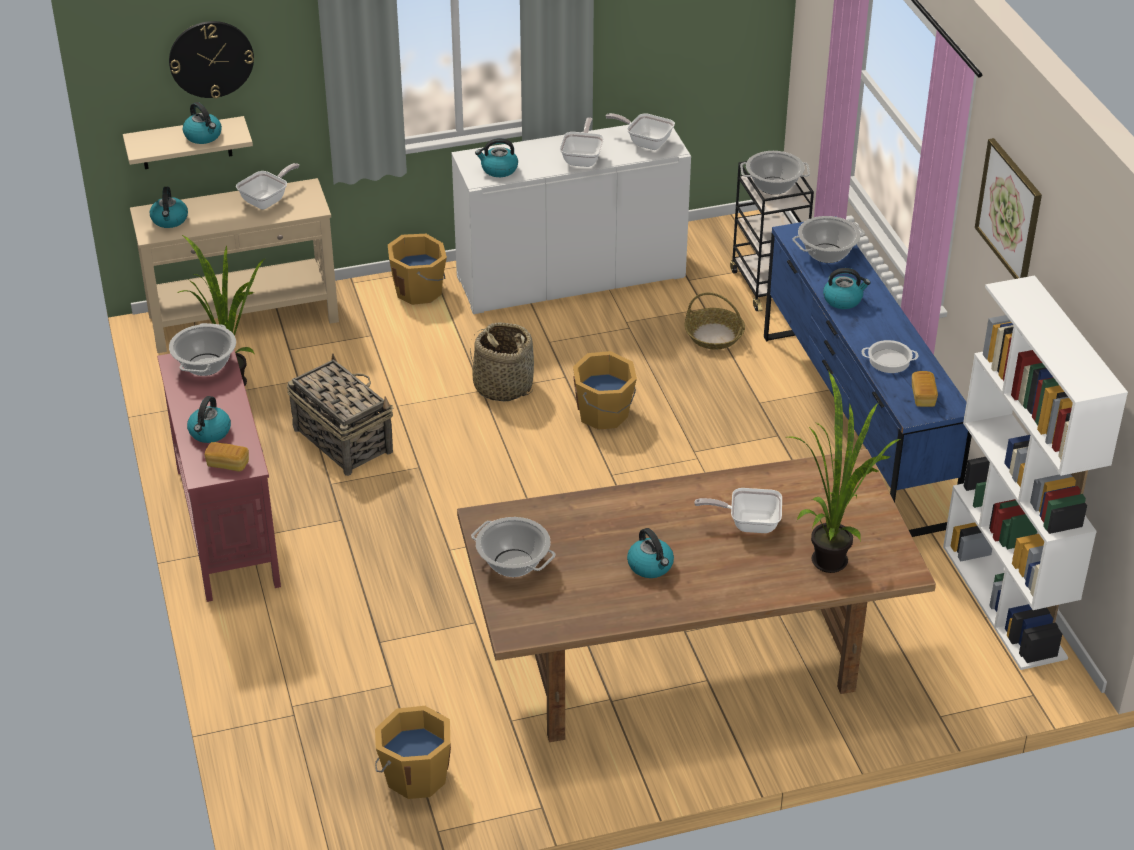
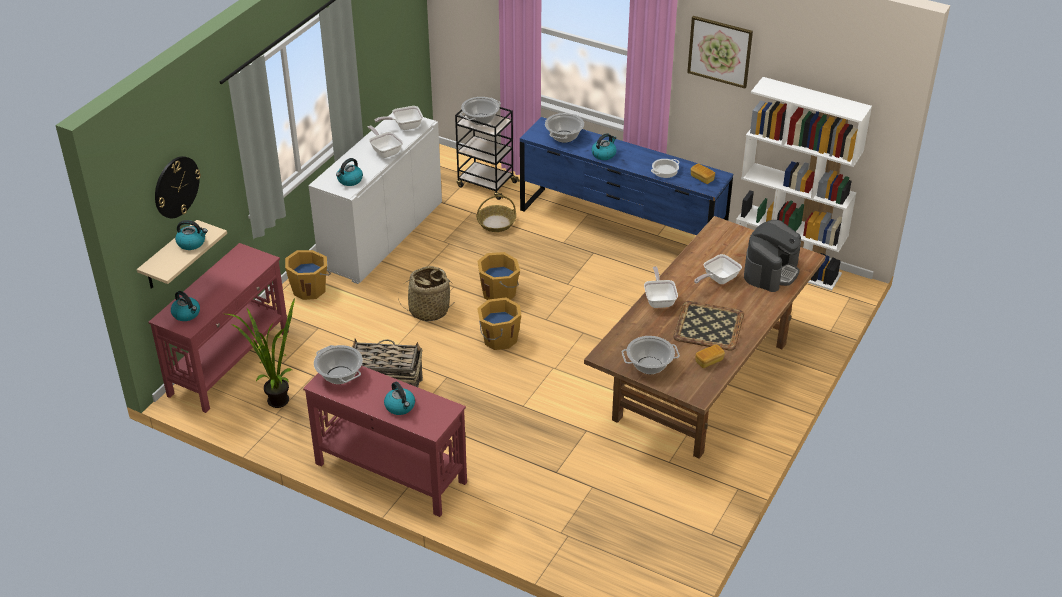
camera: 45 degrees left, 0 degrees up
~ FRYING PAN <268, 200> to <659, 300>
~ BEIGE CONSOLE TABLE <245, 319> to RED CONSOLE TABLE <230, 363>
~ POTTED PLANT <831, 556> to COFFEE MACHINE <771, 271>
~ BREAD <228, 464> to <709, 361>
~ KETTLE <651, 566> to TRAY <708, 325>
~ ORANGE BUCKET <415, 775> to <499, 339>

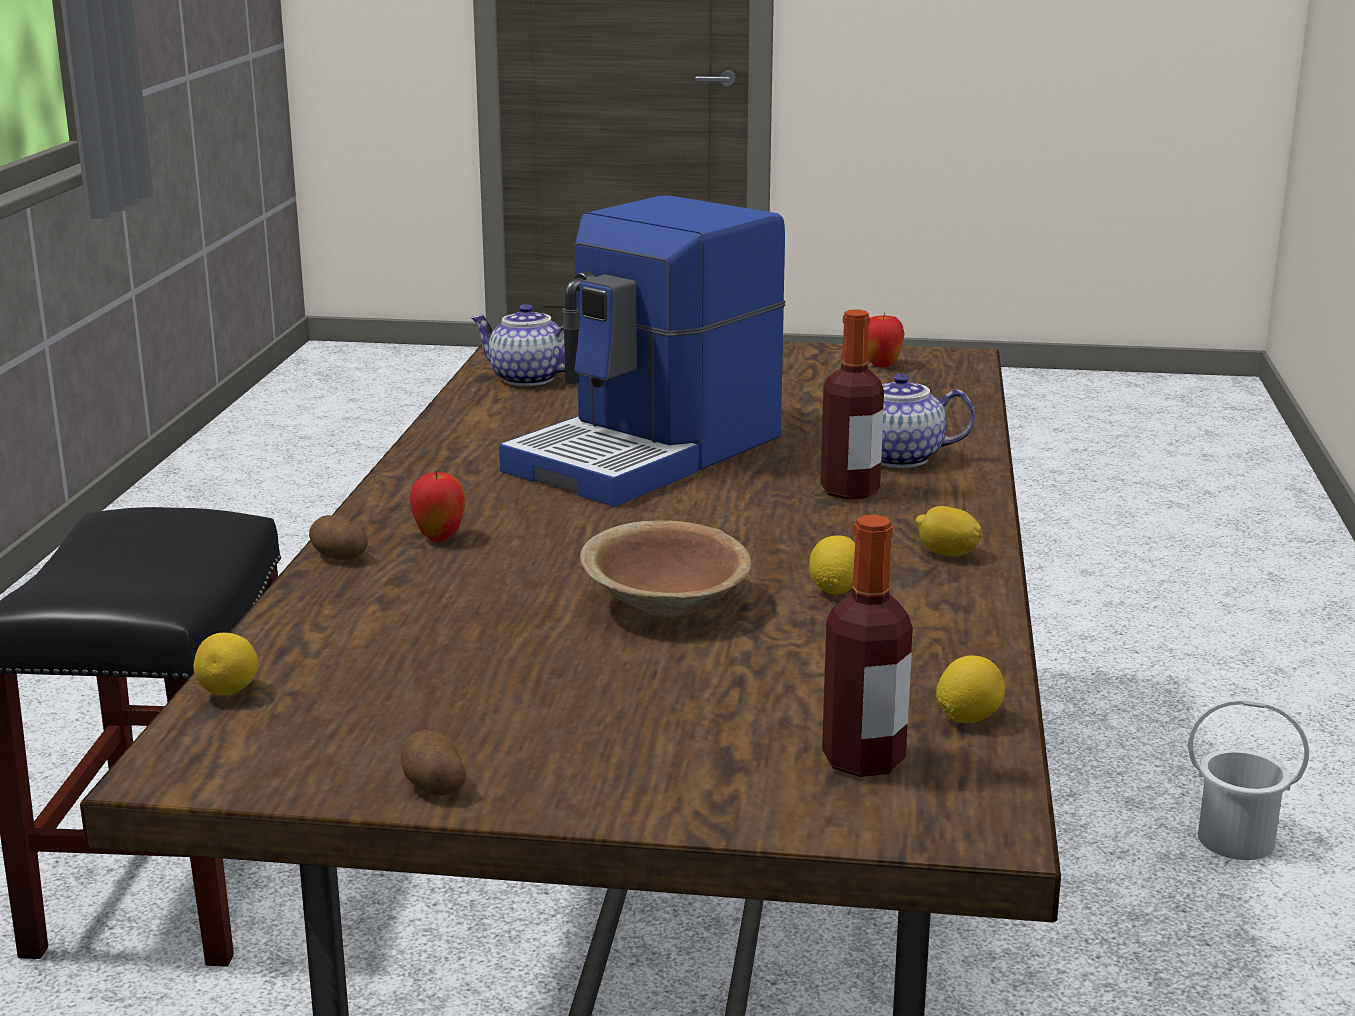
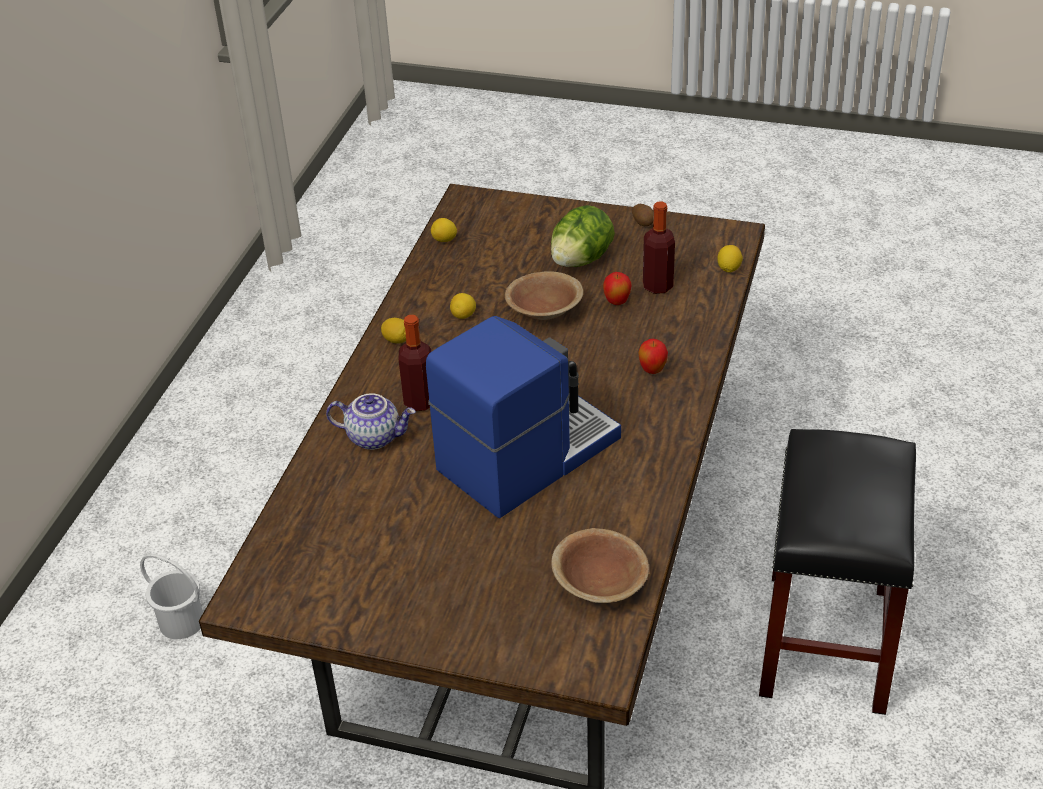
camera: 170 degrees left, 20 degrees up
~ TEAPOT <526, 379> to BROWN BOWL <600, 583>
~ APPLE <881, 365> to <617, 302>
~ BOTTLE <863, 760> to <657, 286>
- POTATO <337, 556>
+ LETTUCE <581, 260>

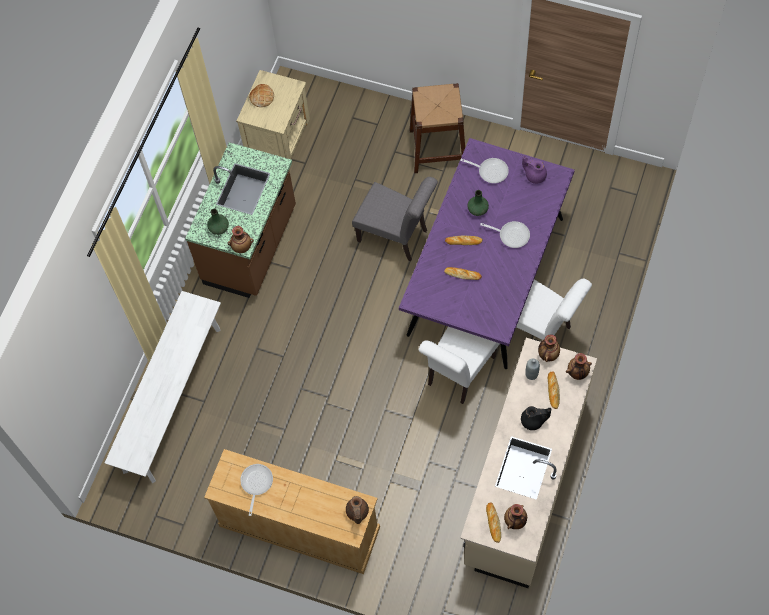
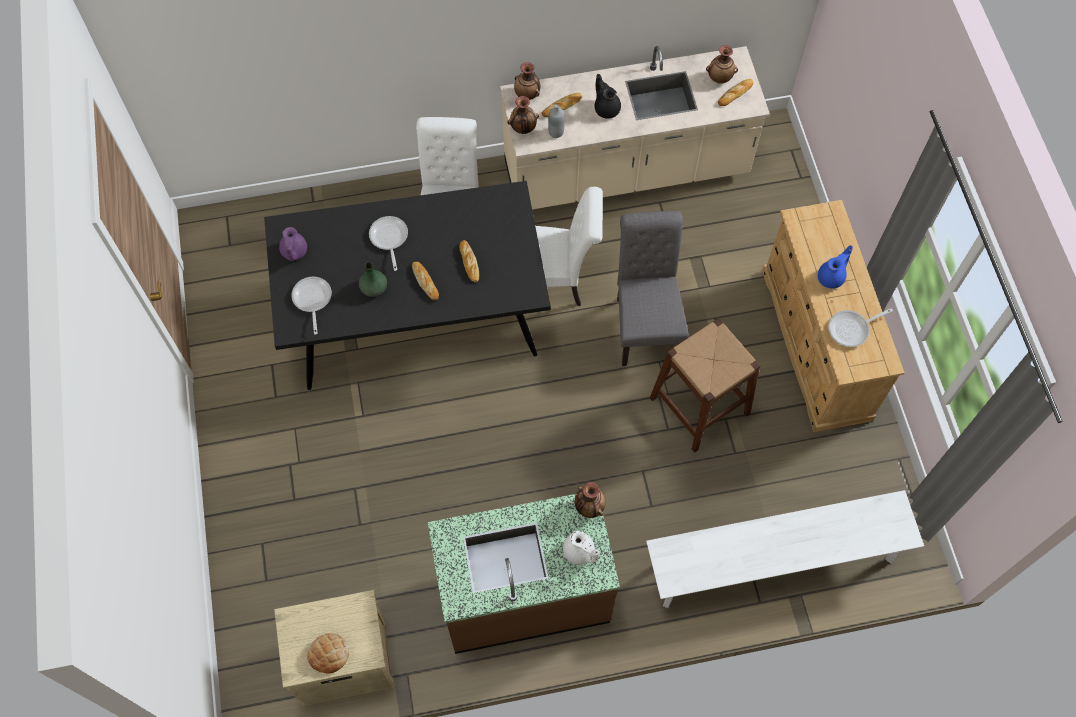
camera: 125 degrees left, 0 degrees up
~ BROWN STOOL <438, 148> to <699, 405>
~ PURPLE DINING TABLE <485, 275> to BLACK DINING TABLE <414, 314>
~ GREY CHAIR <397, 237> to <645, 324>
~ GREEN VASE <218, 228> to WHITE TEAPOT <579, 552>
- BROWN TEAPOT <357, 512>
+ BLUE TEAPOT <832, 277>

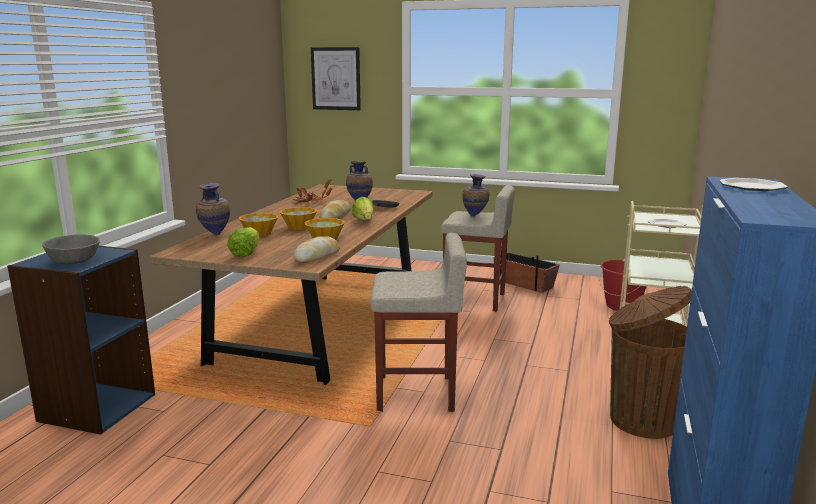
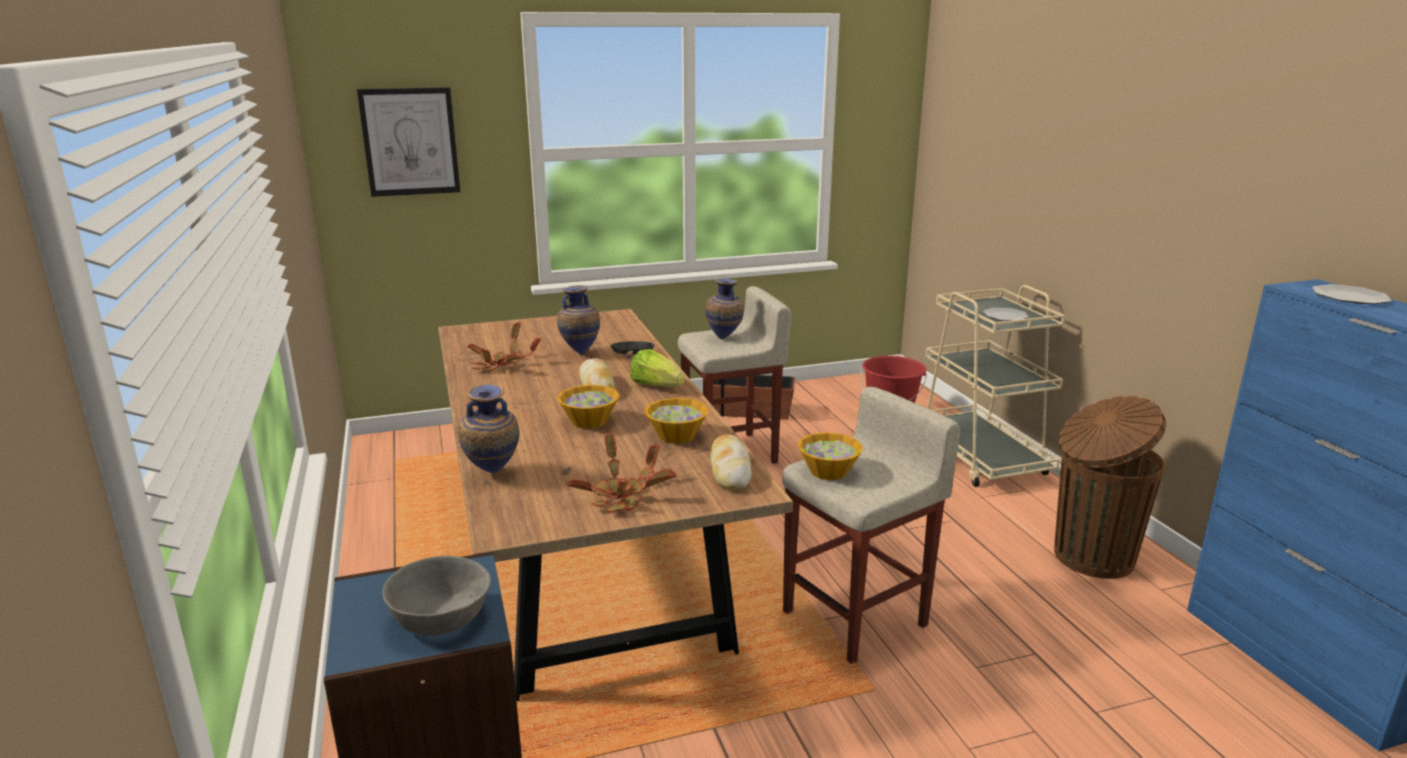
camera: 35 degrees left, 5 degrees up
~ BOWL <259, 233> to <829, 472>
~ LETTUCE <246, 253> to POTTED PLANT <621, 496>

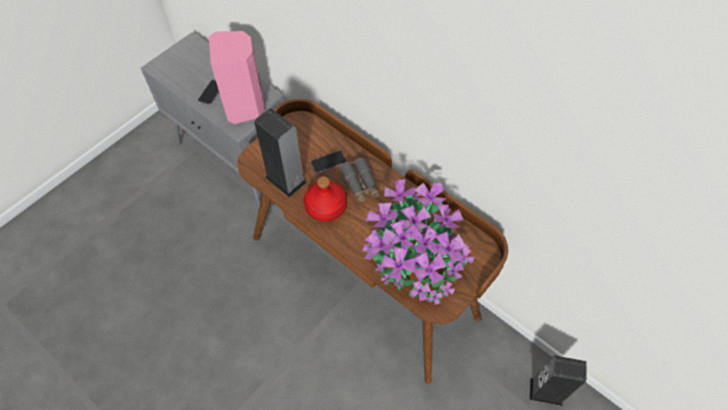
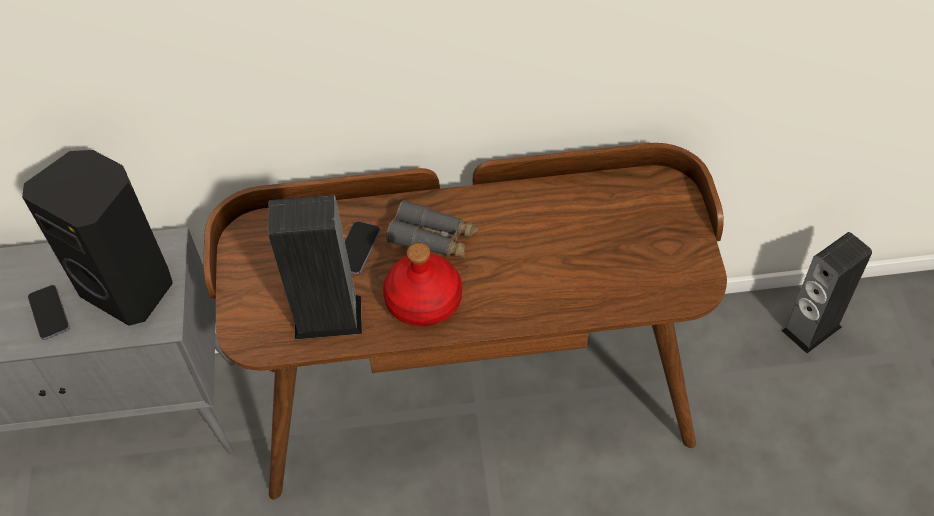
camera: 45 degrees left, 5 degrees down
~ PINK SPEAKER <245, 107> to BLACK SPEAKER <130, 287>
- POTTED PLANT <414, 259>

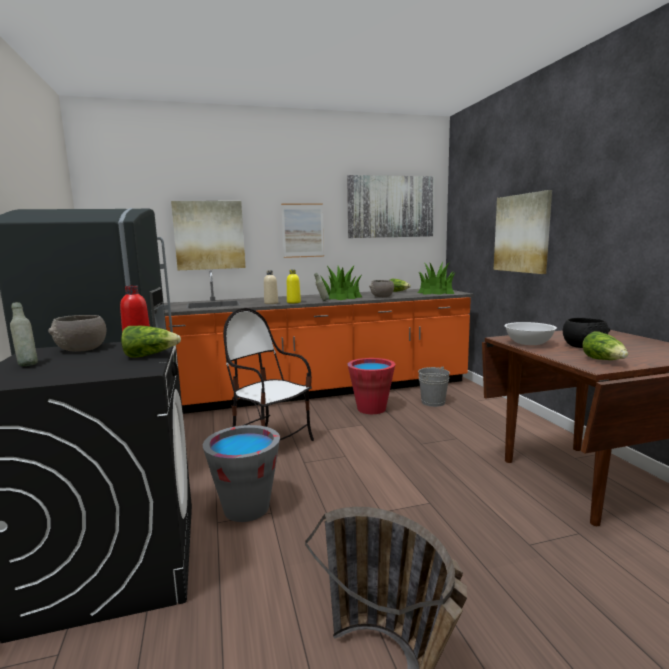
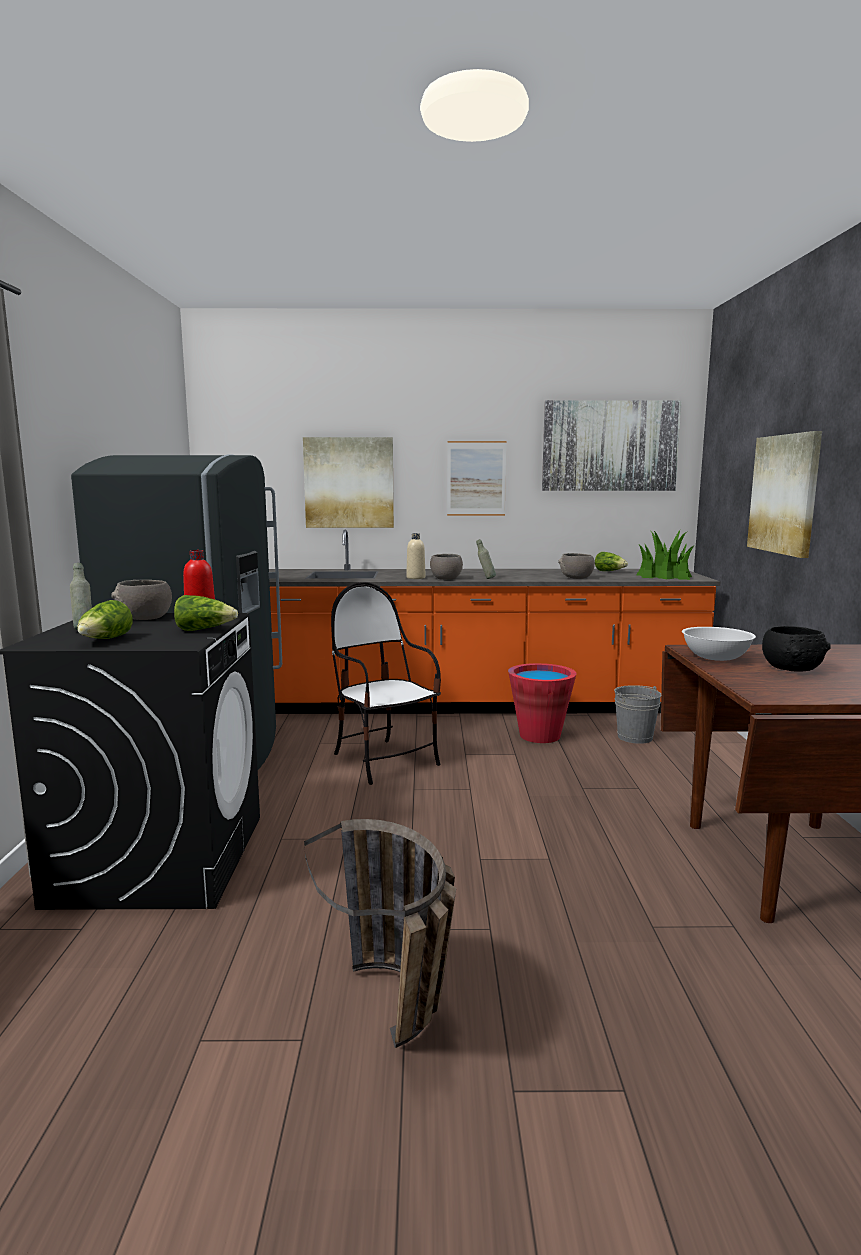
camera: 15 degrees right, 0 degrees up
- POTTED PLANT <341, 297>
~ YELLOW BOTTLE <293, 302> to GREY BOWL <446, 578>
~ LETTUCE <604, 361> to <105, 640>
- GREY BUCKET <246, 508>

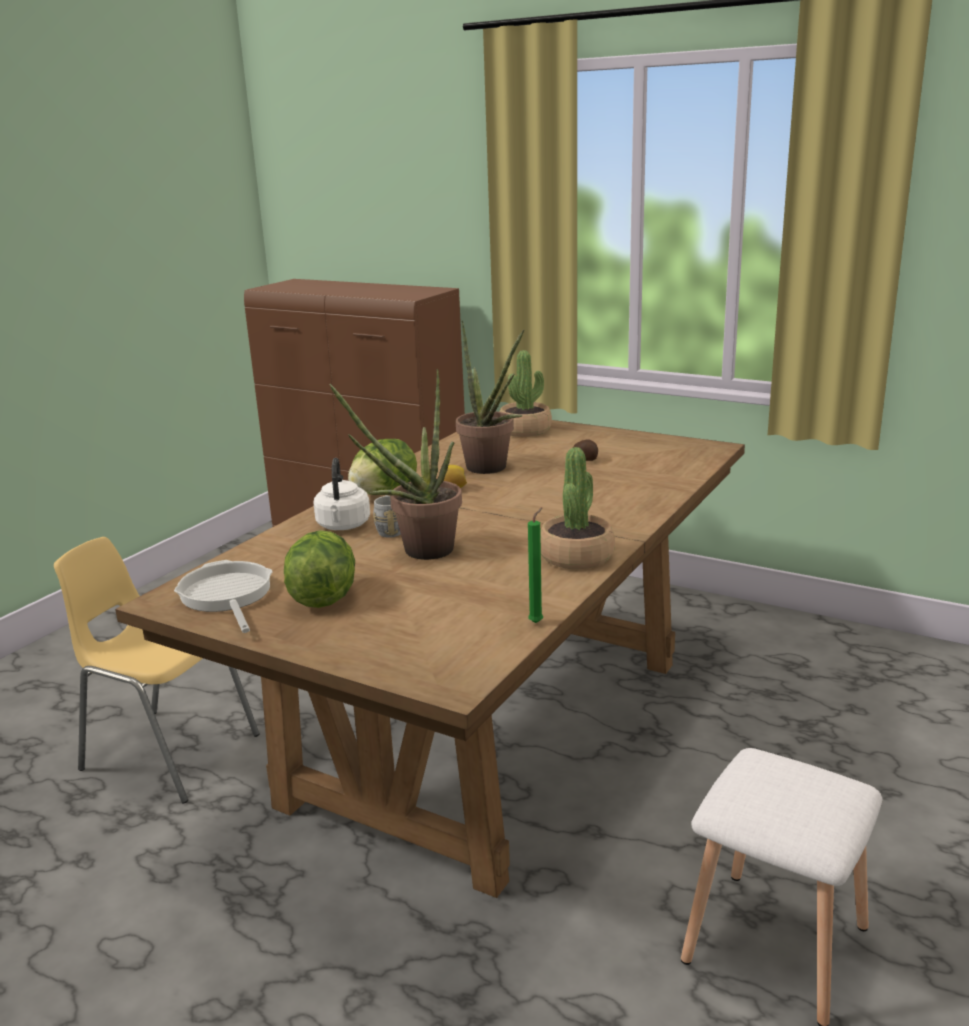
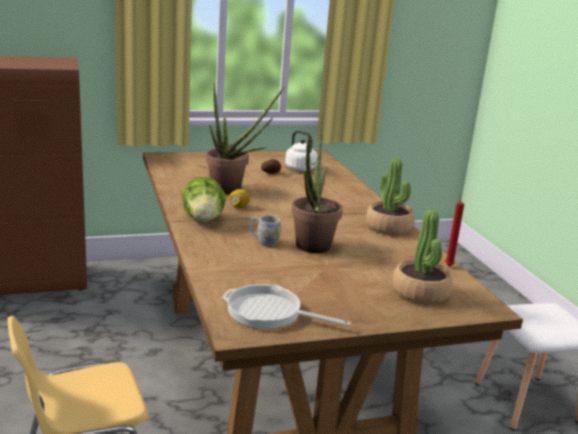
camera: 50 degrees left, 0 degrees up
~ POTTED PLANT <525, 430> to <420, 293>
~ WHITE KETTLE <343, 526> to <302, 169>
~ GREEN CANDLE <537, 622> to RED CANDLE <448, 265>
- LETTUCE <323, 597>

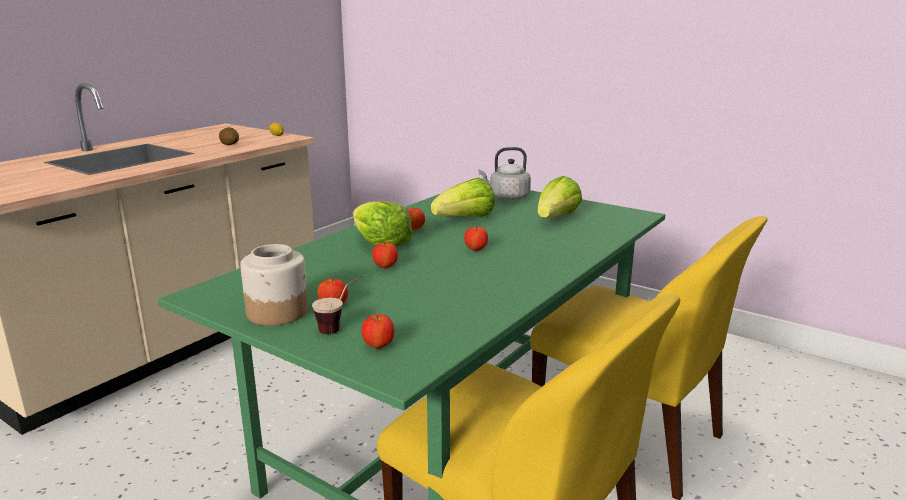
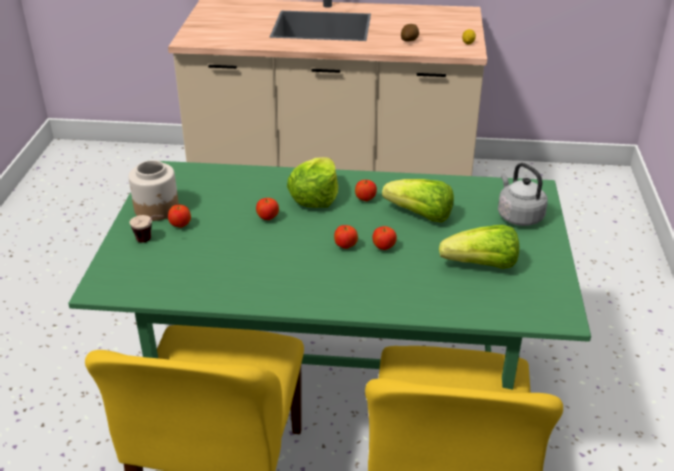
camera: 60 degrees right, 15 degrees up
~ APPLE <378, 346> to <384, 247>

